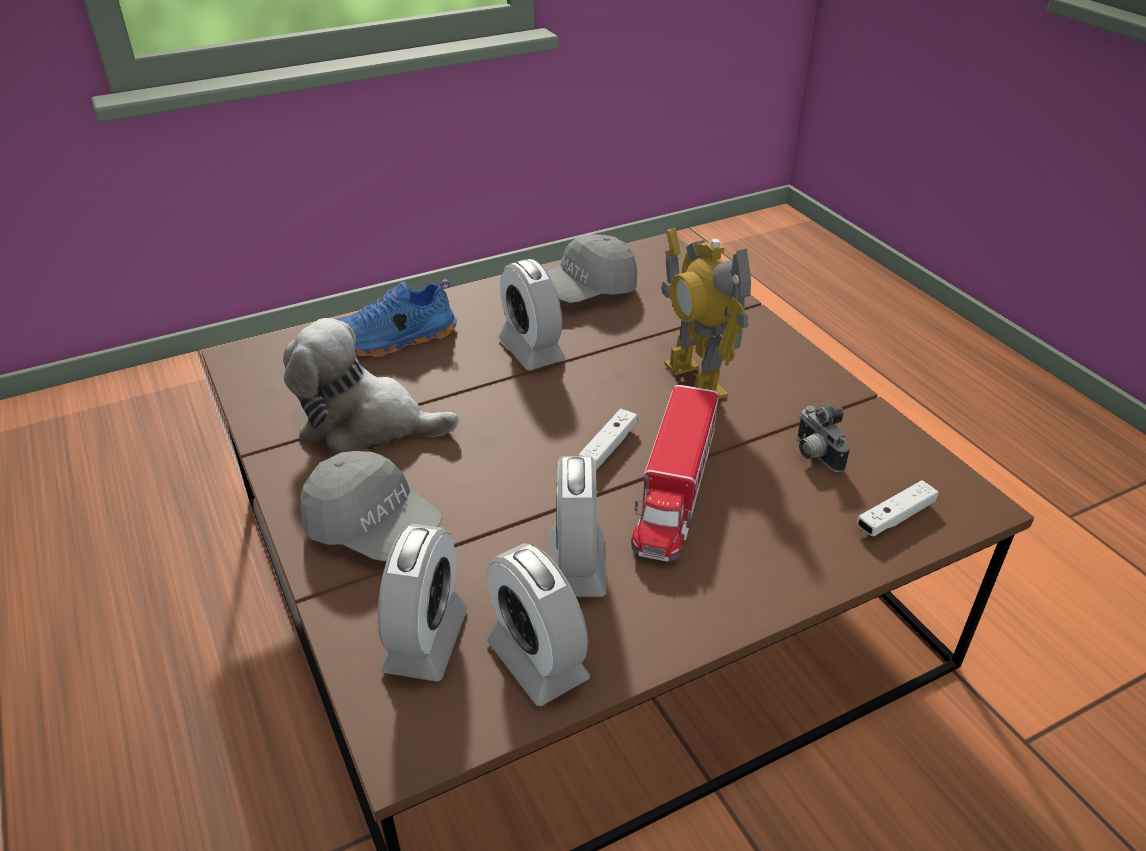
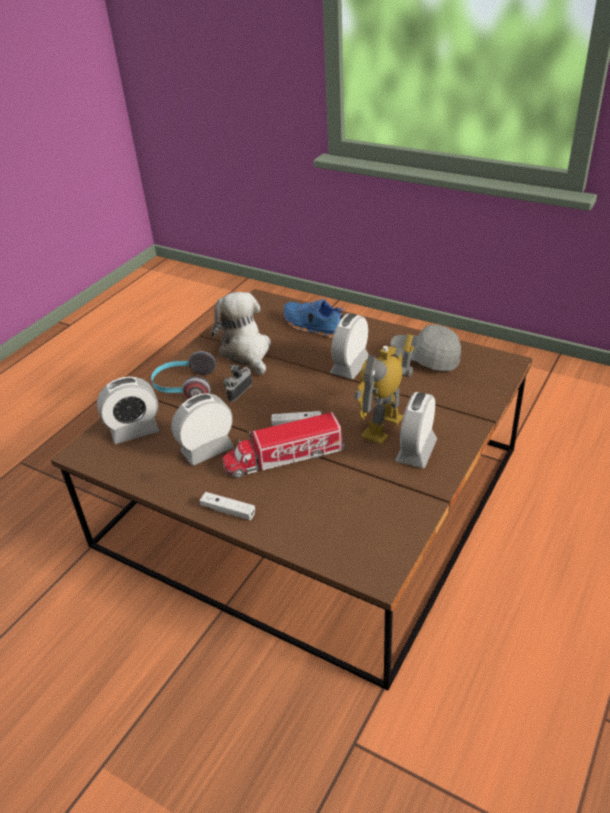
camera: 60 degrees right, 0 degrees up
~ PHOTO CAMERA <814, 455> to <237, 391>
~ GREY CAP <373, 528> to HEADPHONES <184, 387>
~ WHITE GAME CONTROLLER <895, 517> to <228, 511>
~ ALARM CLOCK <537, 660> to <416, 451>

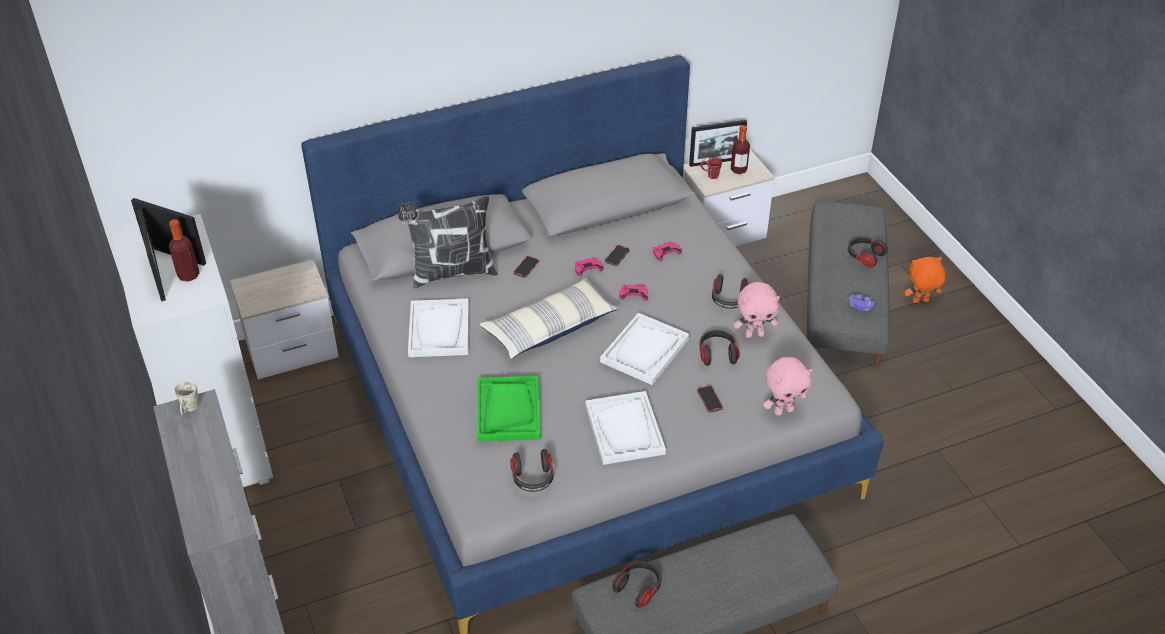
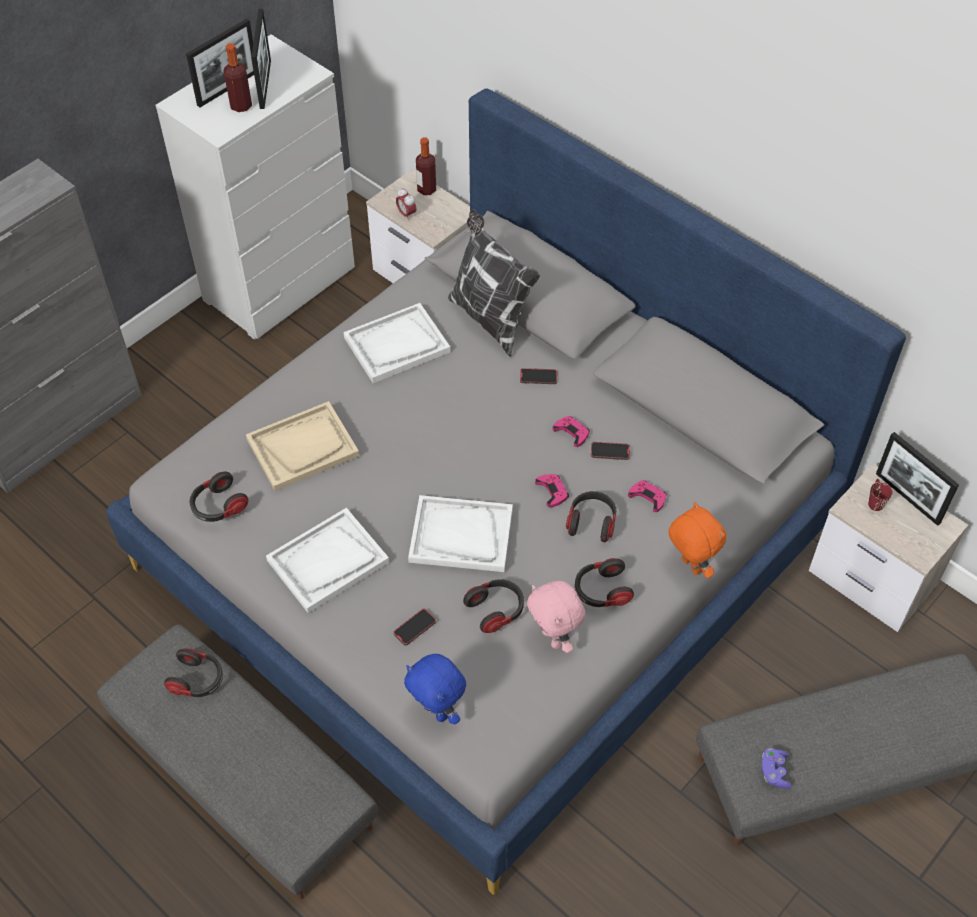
camera: 65 degrees right, 10 degrees up
~ BOTTLE <738, 170> to <426, 189>
~ HEADPHONES <864, 256> to <591, 522>
~ ORANGE PLUSH TOY <920, 301> to <689, 566>
- PILLOW <550, 327>
~ PINK PLUSH TOY <783, 410> to BLUE PLUSH TOY <437, 711>
~ GREEN TRAY <508, 410> to BEIGE TRAY <303, 447>
- WHITE MUG <189, 409>
+ ALARM CLOCK <406, 214>

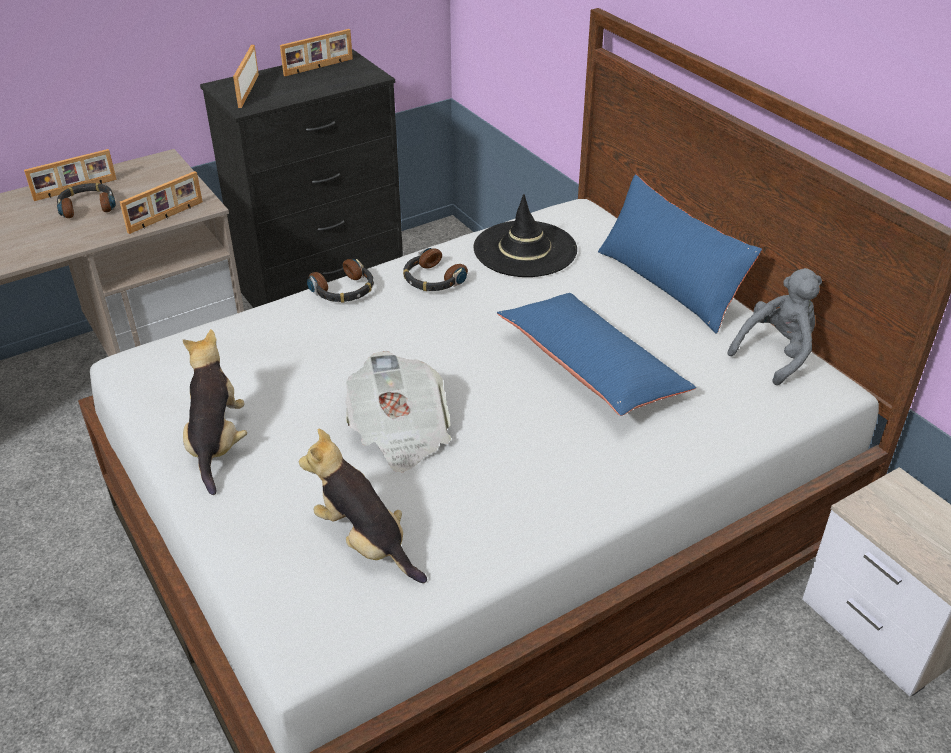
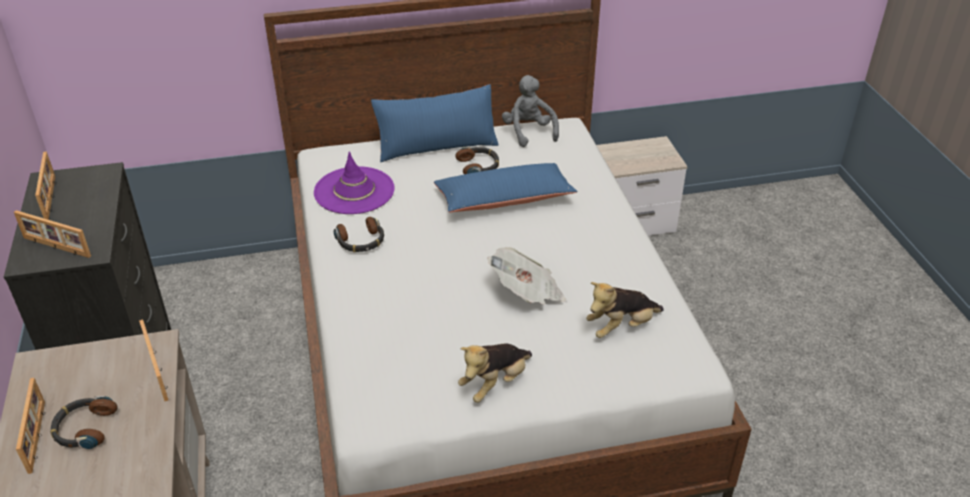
camera: 70 degrees left, 0 degrees up
~ BLACK HAT <525, 250> to PURPLE HAT <354, 191>
~ HEADPHONES <344, 290> to <478, 166>
~ PLUSH TOY <217, 443> = <495, 383> 60 degrees counterclockwise

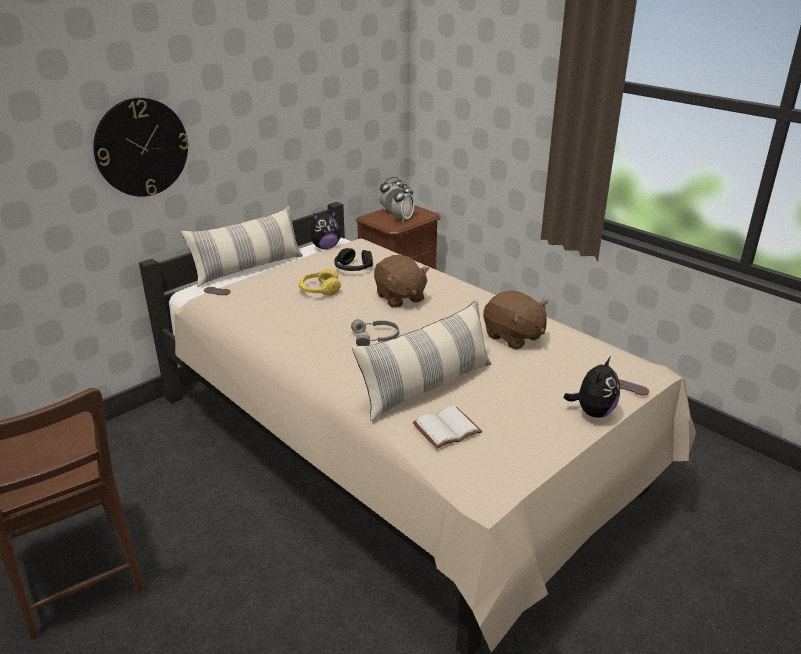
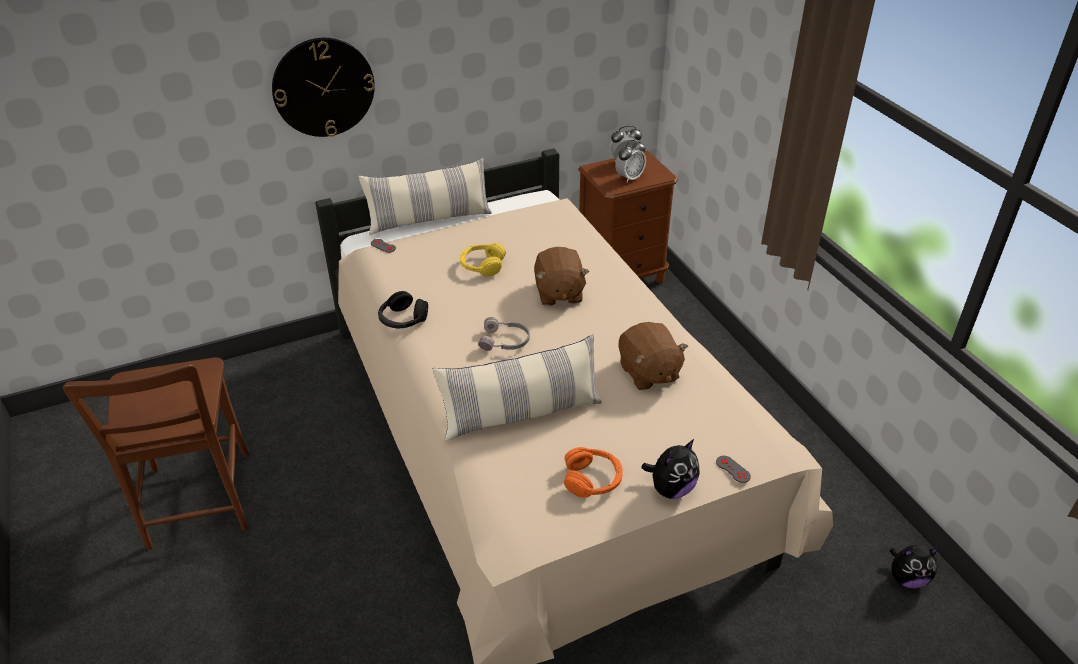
camera: 20 degrees right, 10 degrees up
~ PLUSH TOY <325, 247> to <907, 578>
~ BLACK HEADPHONES <353, 268> to <403, 319>
- WHITE BOOK <447, 430>
+ ORANGE HEADPHONES <592, 479>

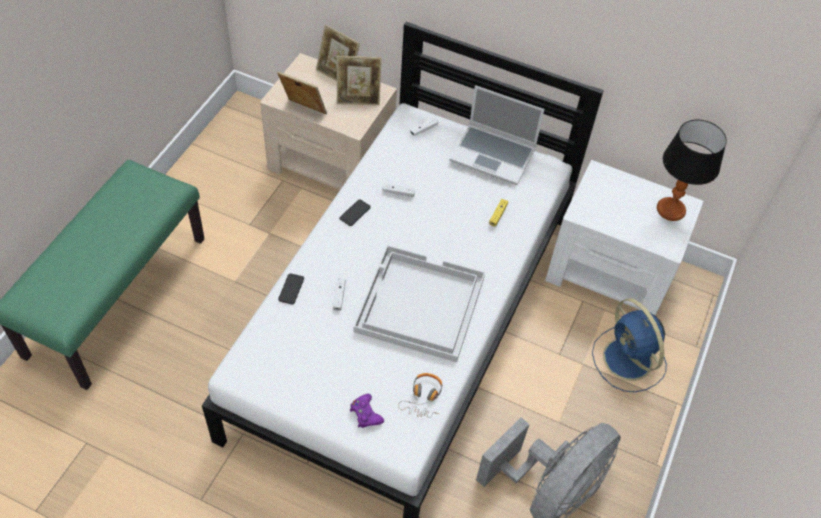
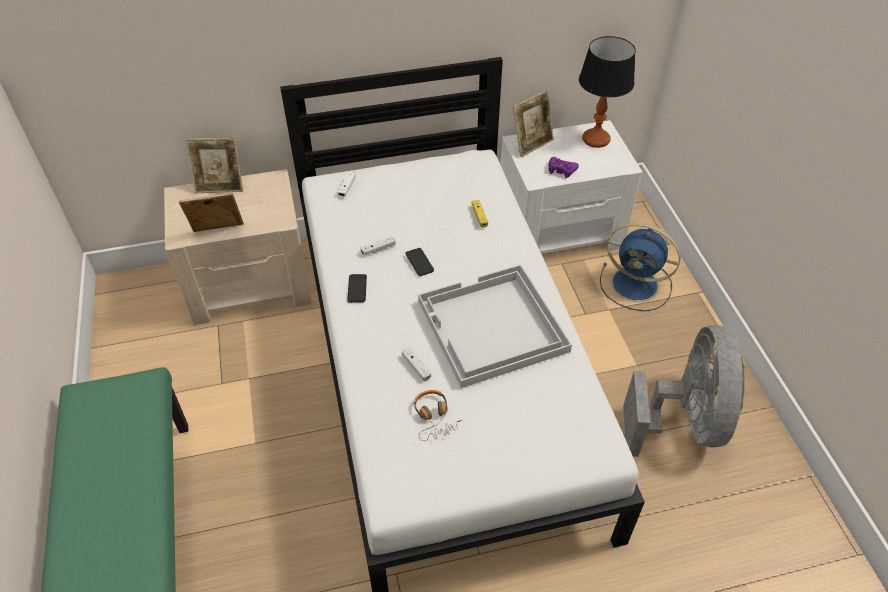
camera: 35 degrees left, 5 degrees down
~ PICTURE FRAME <358, 99> to <531, 144>
- LAPTOP <494, 155>
~ PHONE <291, 289> to <419, 262>
~ HEADPHONES <423, 398> to <434, 417>
~ PURPLE GAME CONTROLLER <365, 414> to <561, 170>

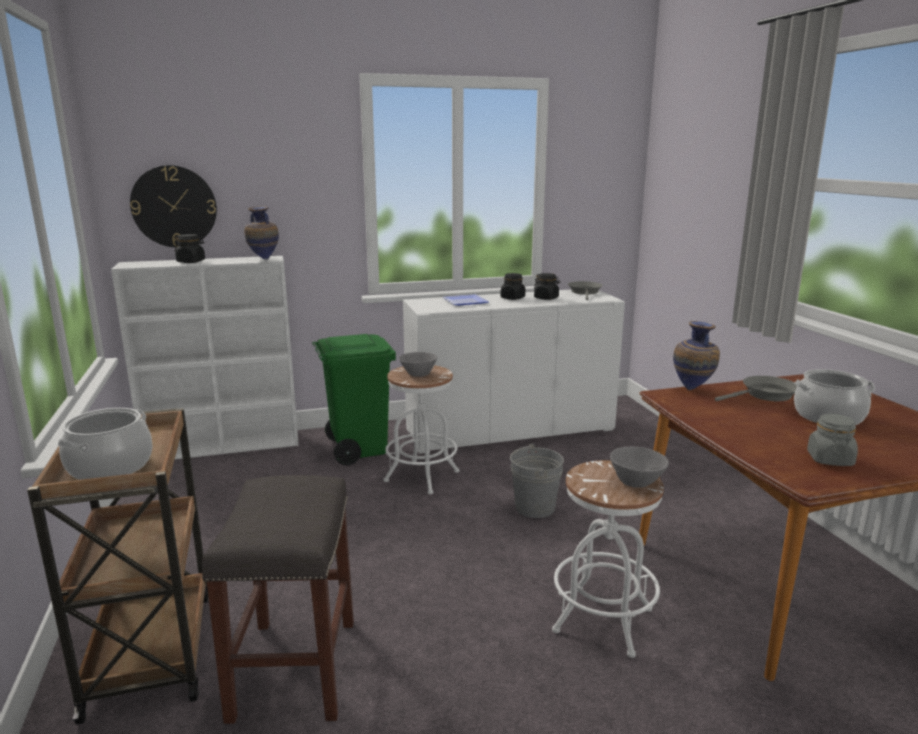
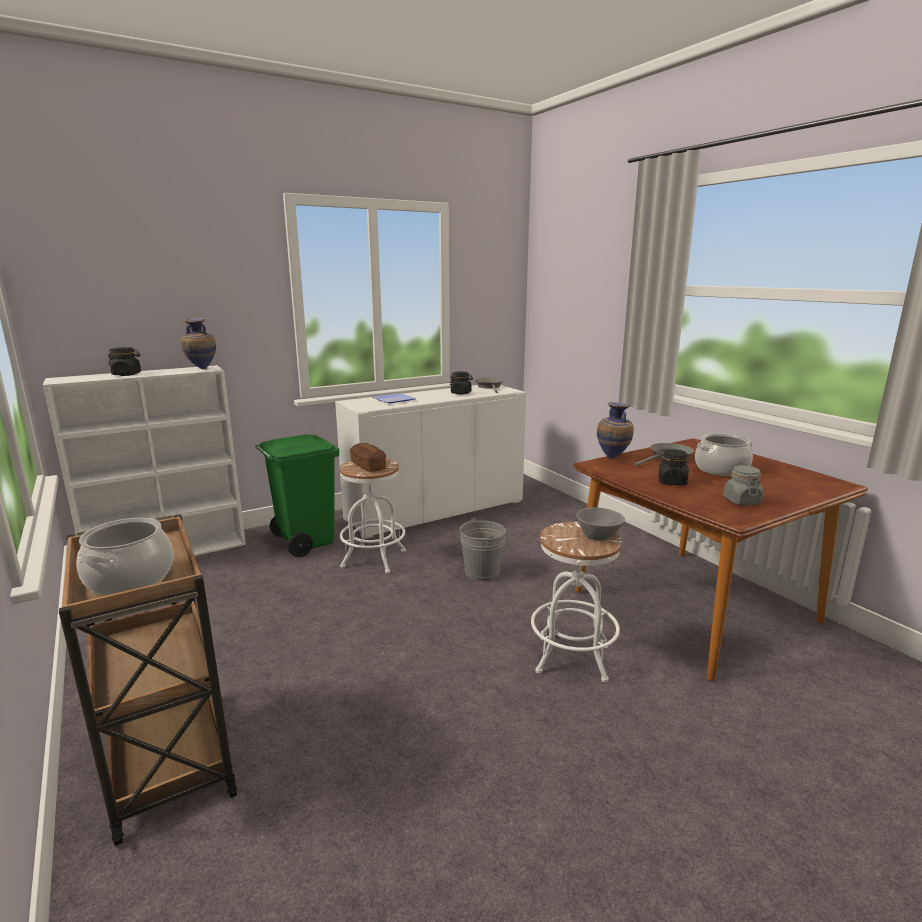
camera: 15 degrees left, 0 degrees up
- WALL CLOCK <174, 206>
~ BLACK JAR <512, 298> to <672, 482>
~ GREY BOWL <419, 374> to BREAD <368, 466>
- GREY STOOL <294, 667>

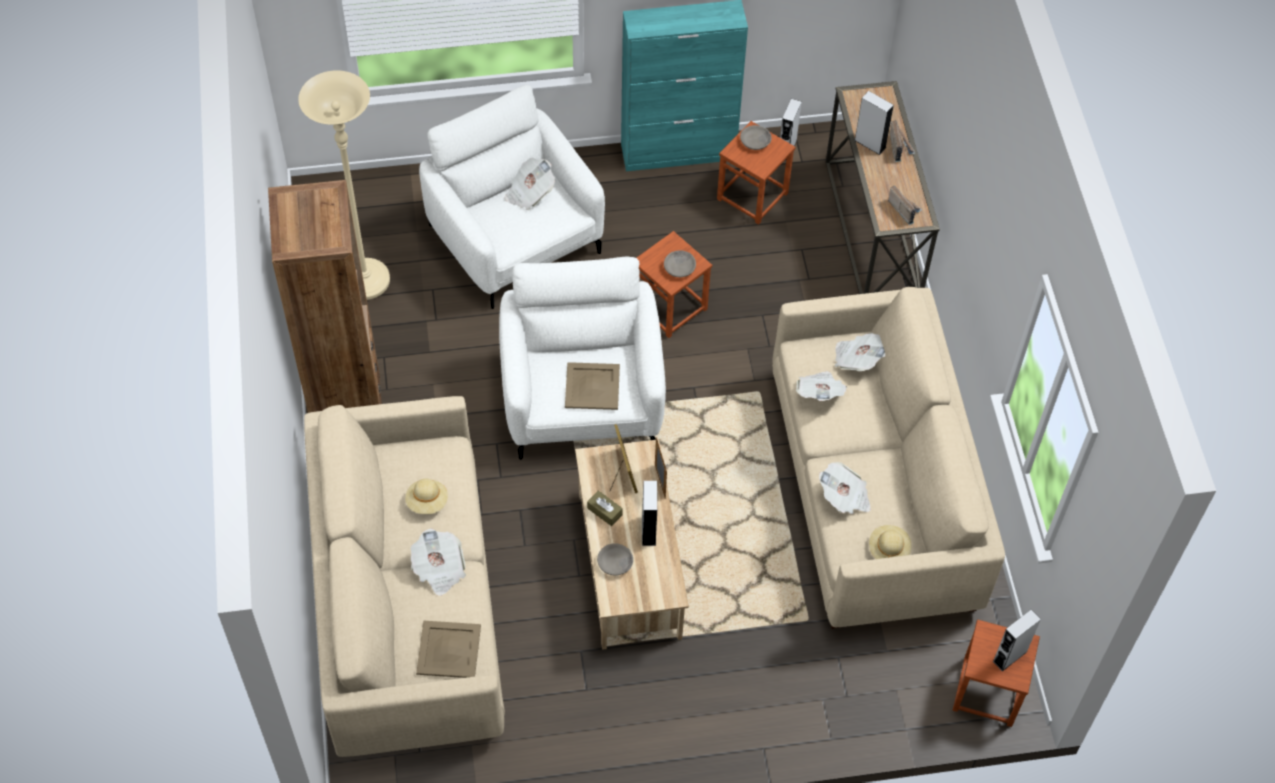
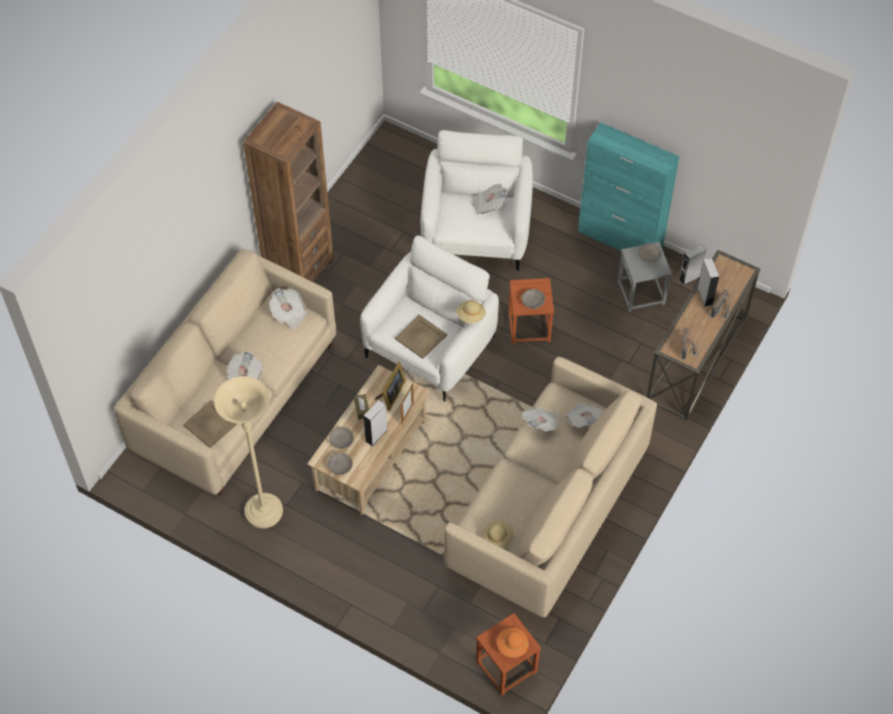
camera: 40 degrees right, 0 degrees up
~ BEIGE FLOOR LAMP <365, 281> to <263, 512>
~ BROWN STOOL <753, 196> to GREY STOOL <641, 293>
~ NEWSPAPER <844, 497> to <289, 314>
~ BEIGE HAT <427, 502> to <471, 316>
~ GREY SPEAKER <1010, 656> to ORANGE HAT <512, 646>
+ GREY BOWL <340, 466>

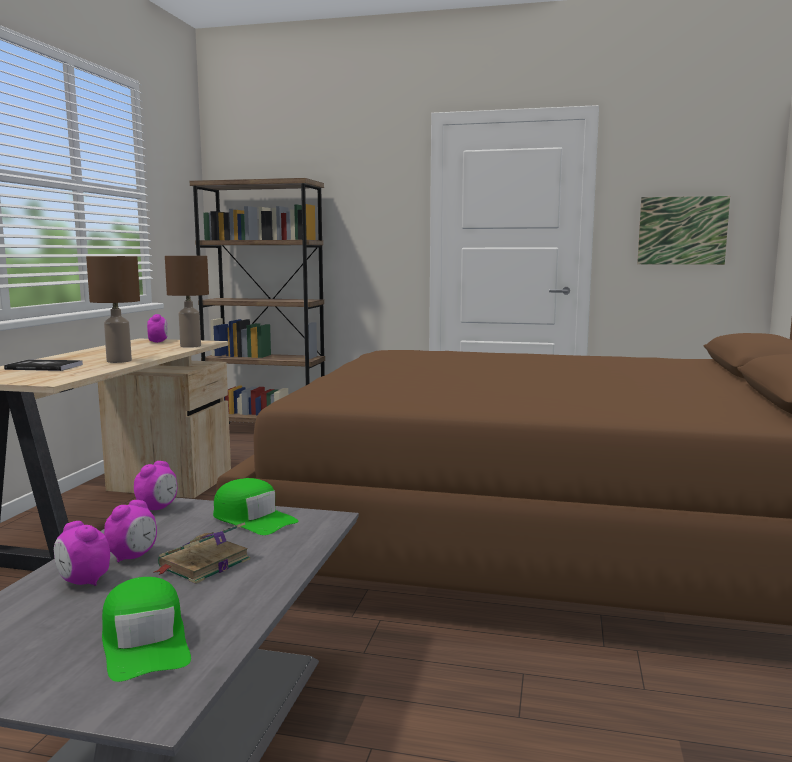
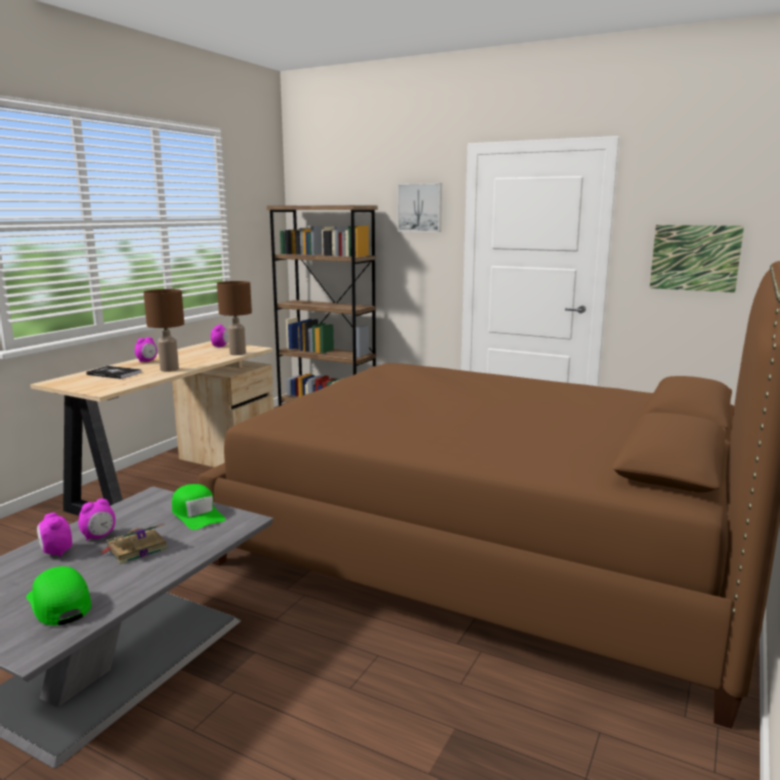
camera: 15 degrees right, 5 degrees up
~ ALARM CLOCK <157, 508> to <147, 361>
~ GREEN CAP <145, 642> = <59, 603> 150 degrees clockwise
+ PICTURE <420, 207>

